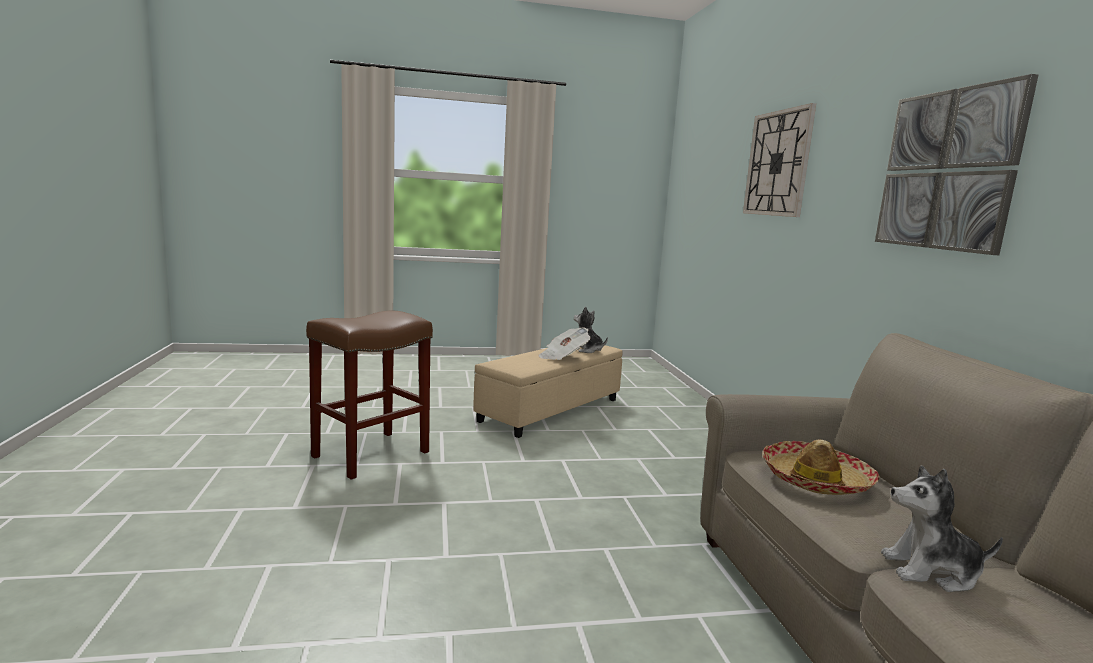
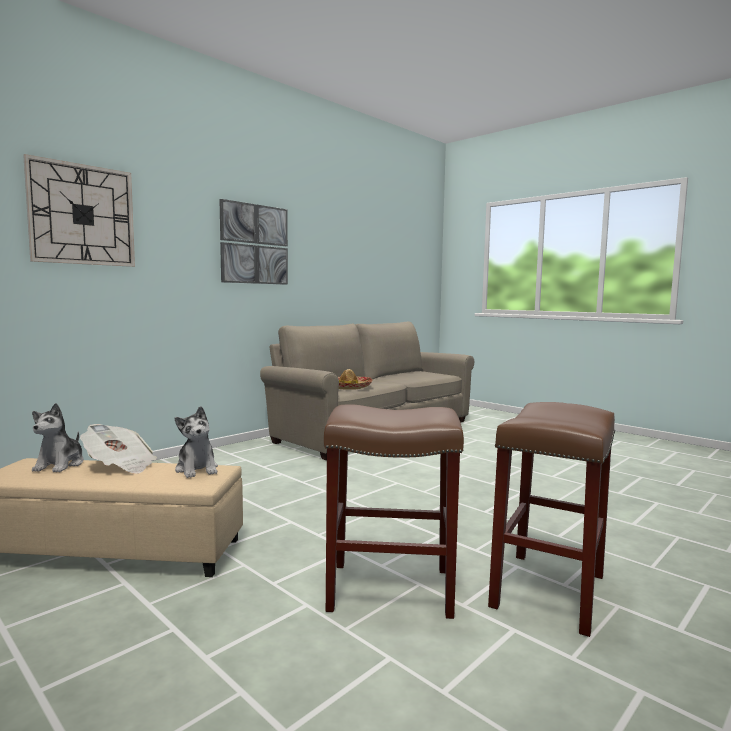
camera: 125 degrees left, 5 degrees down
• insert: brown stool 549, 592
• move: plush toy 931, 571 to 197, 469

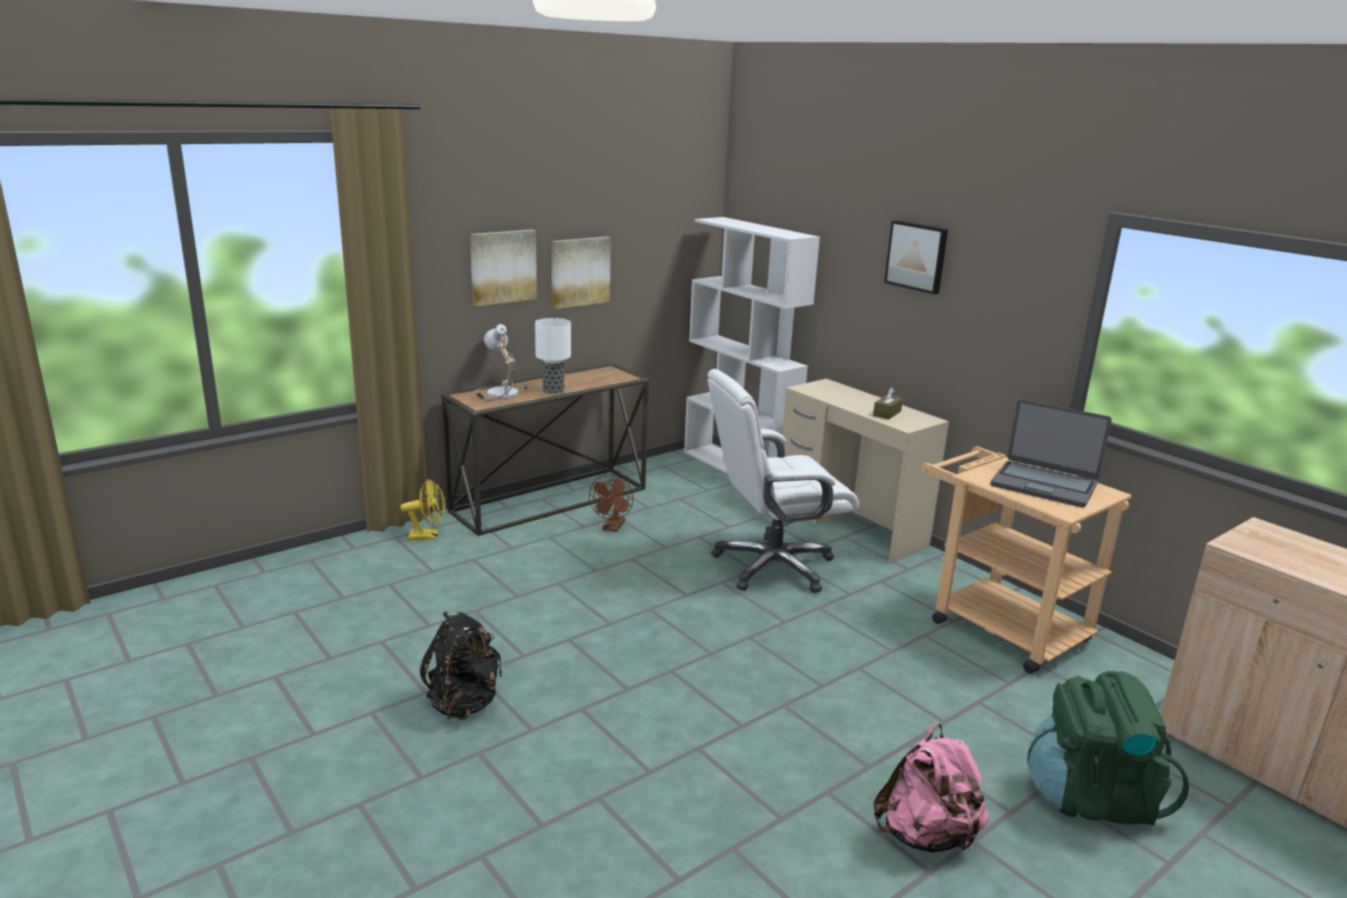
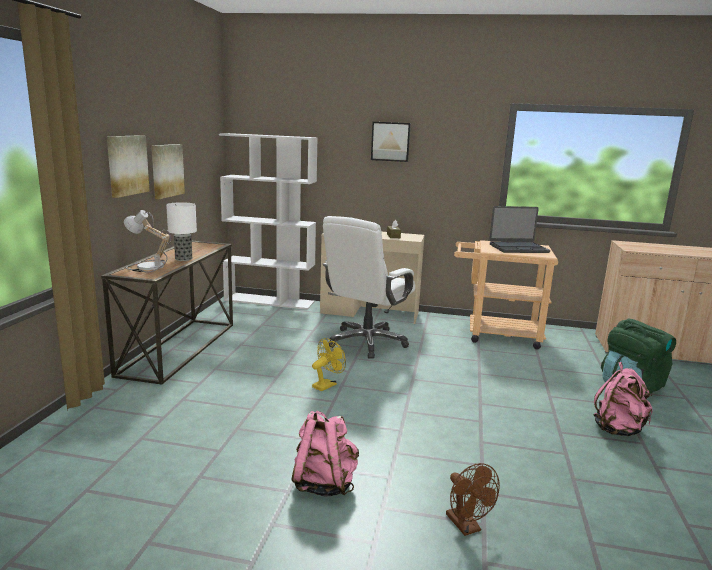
camera: 40 degrees left, 5 degrees down
• move: yellow fan 428, 536 to 327, 384
• move: brown fan 612, 528 to 467, 526
• recolor: black backpack 465, 702 to pink backpack 324, 484

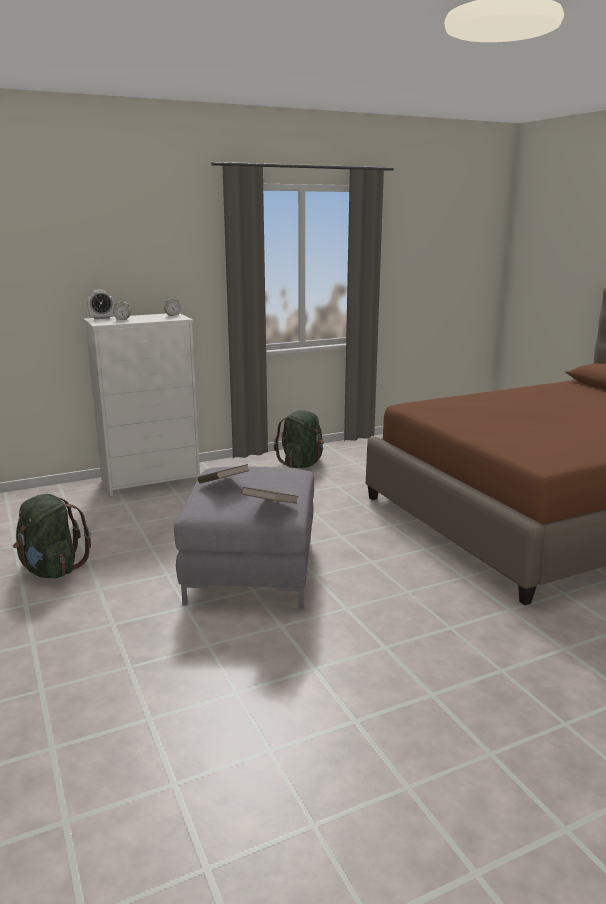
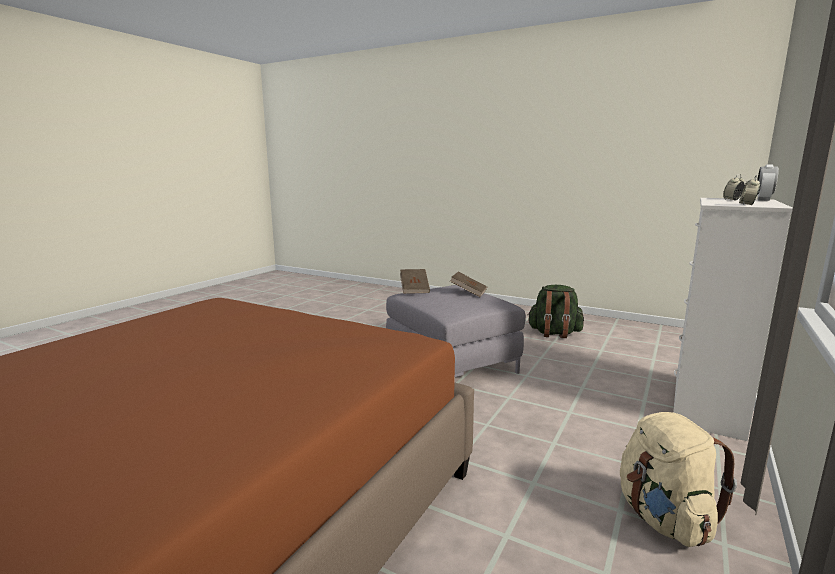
camera: 145 degrees right, 5 degrees down
• recolor: green backpack 302, 464 to beige backpack 664, 518

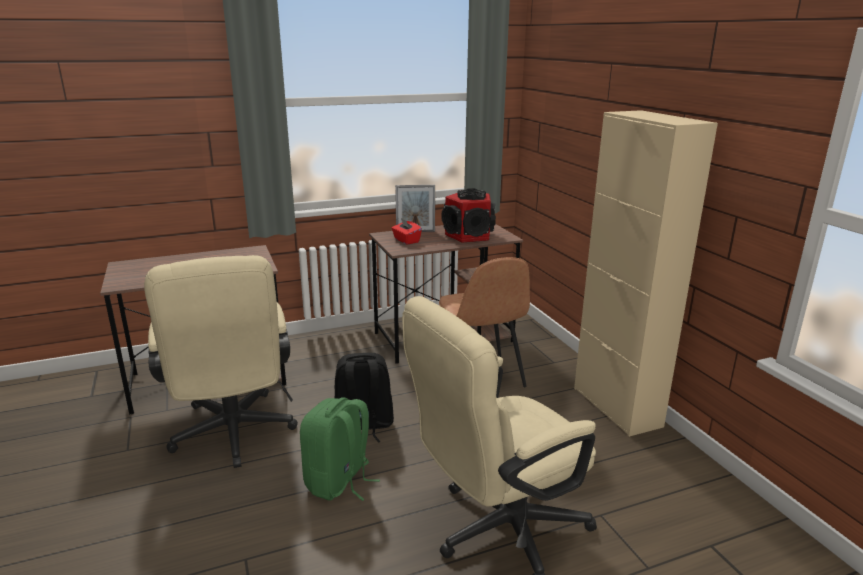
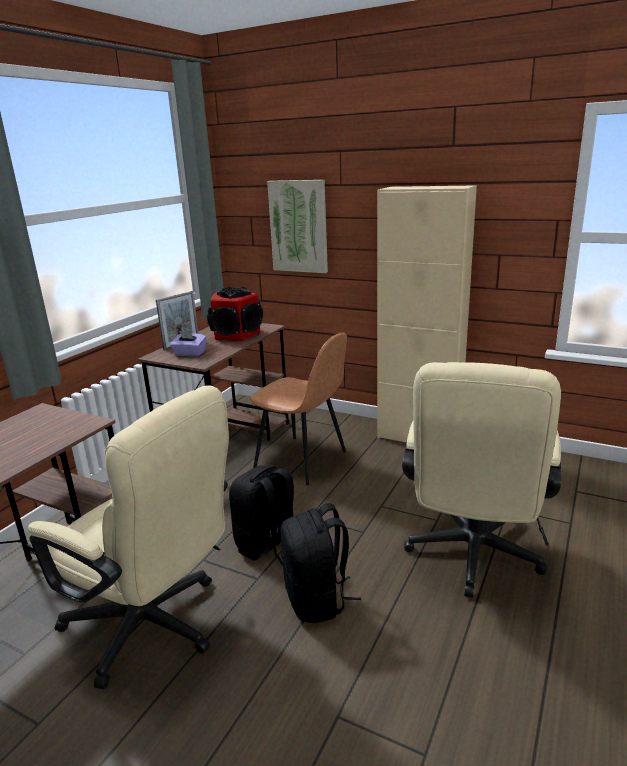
camera: 40 degrees left, 0 degrees up
• insert: picture 299, 226
• recolor: green backpack 339, 482 to black backpack 317, 600
• recolor: red tissue box 406, 240 to purple tissue box 189, 354

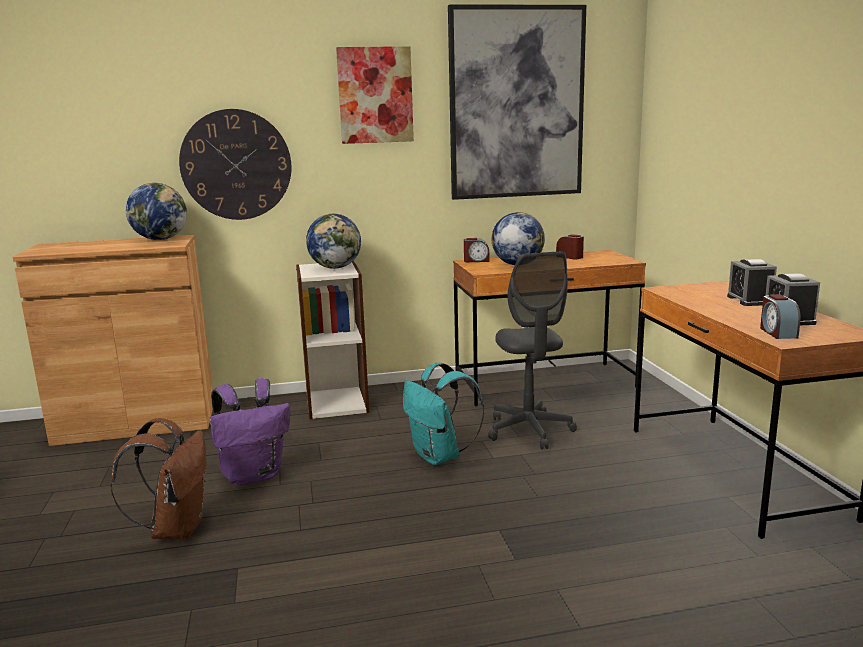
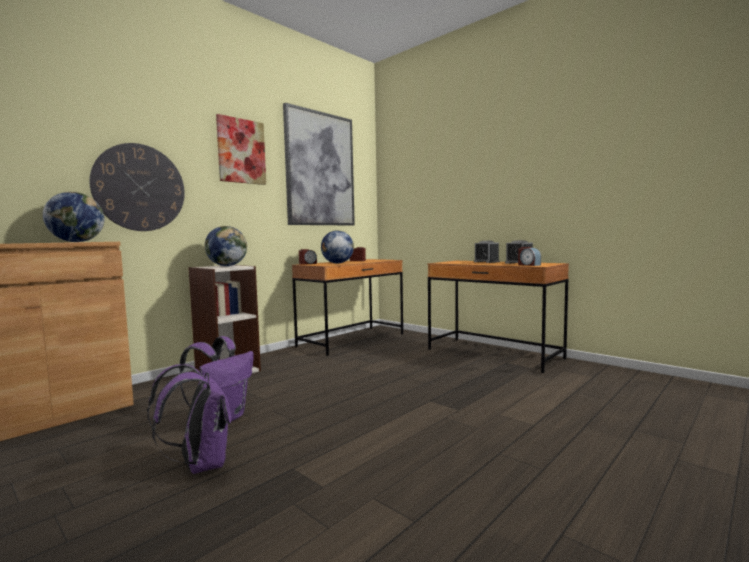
camera: 35 degrees left, 10 degrees down
• delete: turquoise backpack 440, 456
• delete: grey office chair 529, 430
• recolor: brown backpack 176, 528 to purple backpack 199, 465

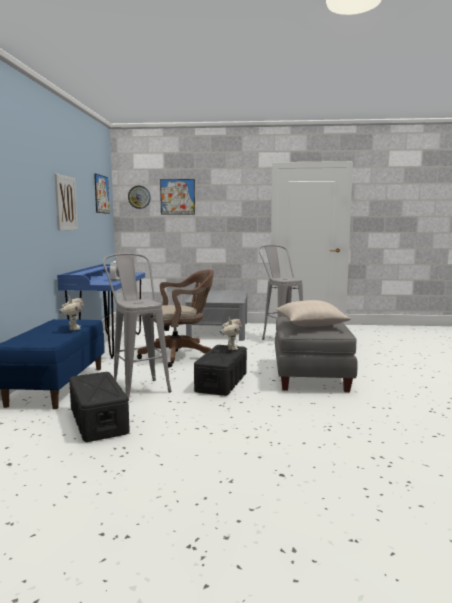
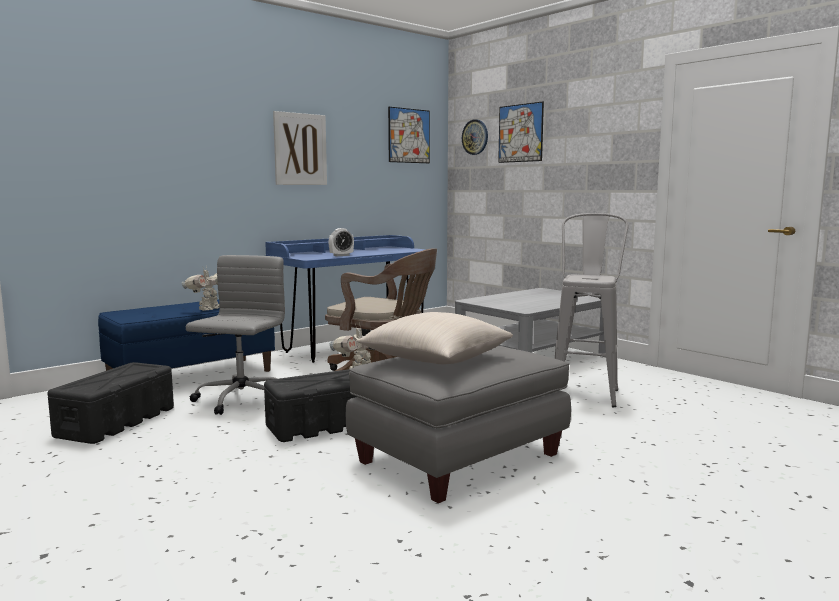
camera: 45 degrees right, 0 degrees up
• replace: grey stool 138, 387 to grey office chair 240, 400

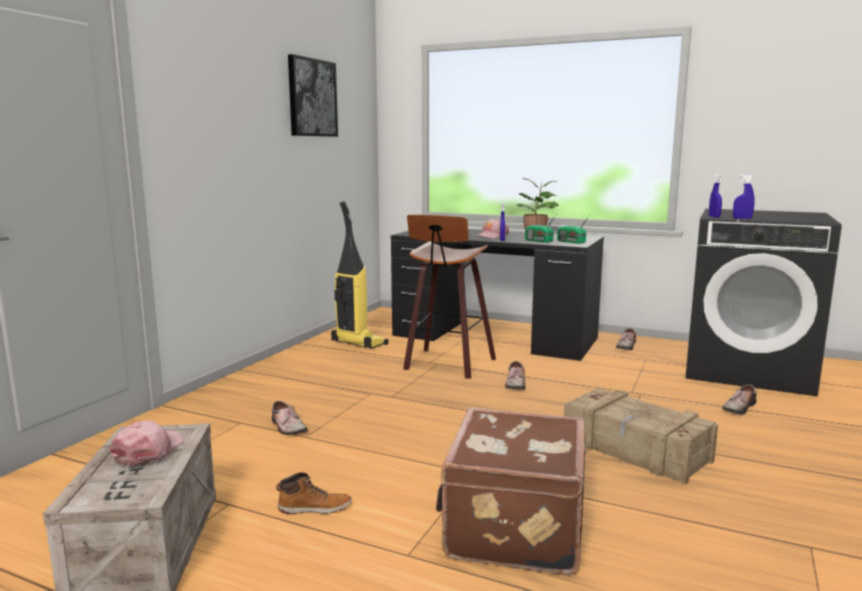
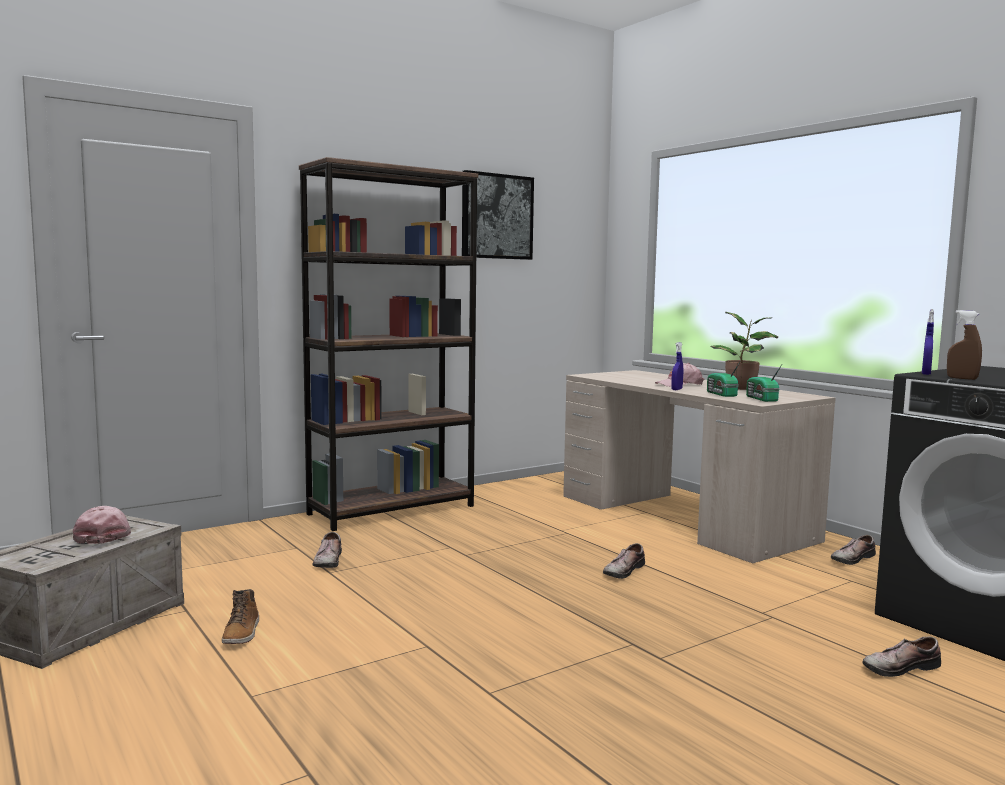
camera: 30 degrees right, 5 degrees down
• delete: vacuum cleaner 358, 343
• delete: stool 447, 364
• delete: brown suitcase 512, 528
• delete: crate 635, 450
• insert: brown bookcase 392, 510
• recolor: black desk 494, 337 to beige desk 682, 517
• recolor: blue spray bottle 742, 218 to brown spray bottle 962, 378
• rotate: pink cap 149, 451 = 103, 535 60 degrees counterclockwise
• rotate: boot 315, 508 = 242, 633 60 degrees clockwise

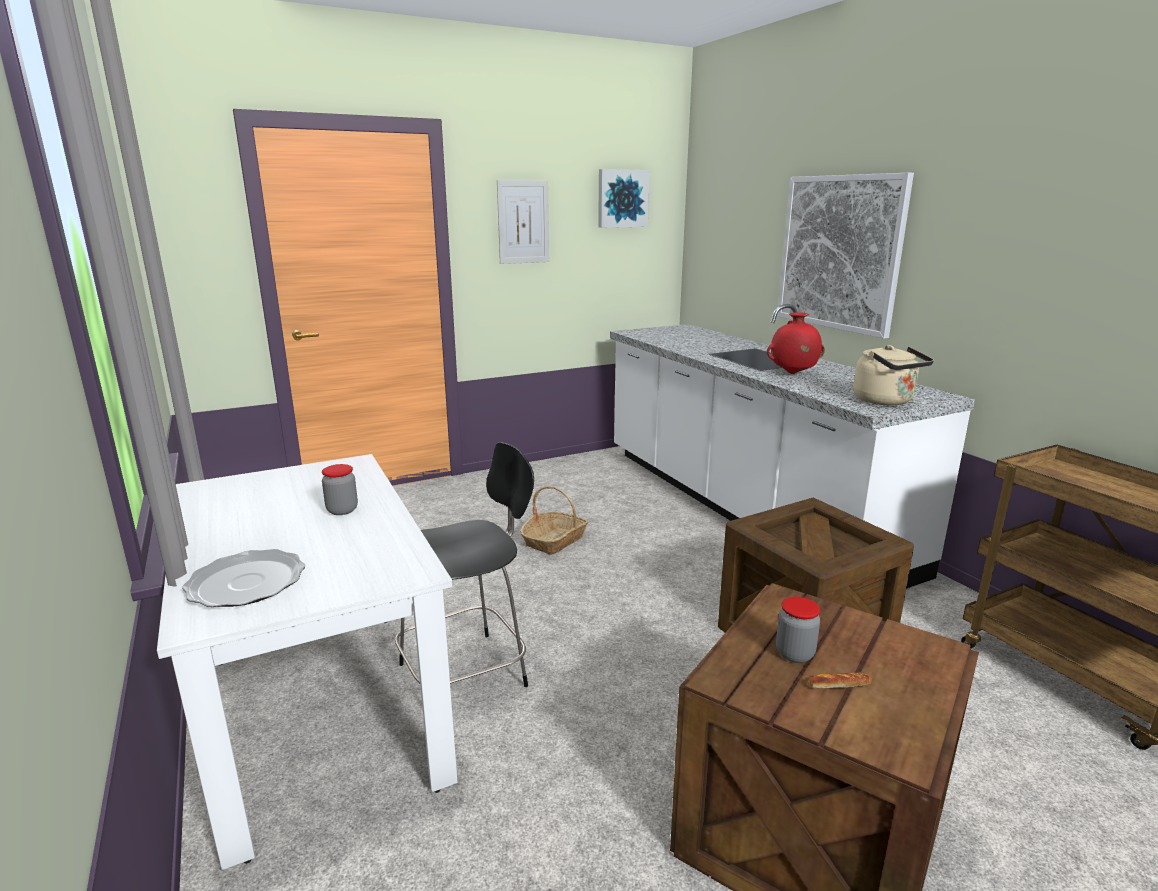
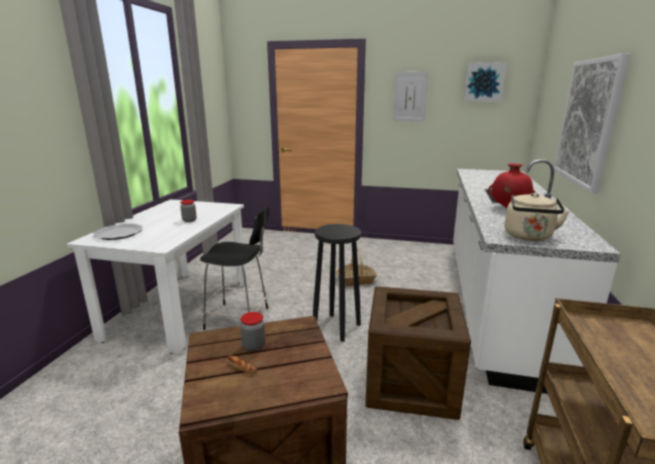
camera: 40 degrees right, 0 degrees up
• insert: black stool 337, 327

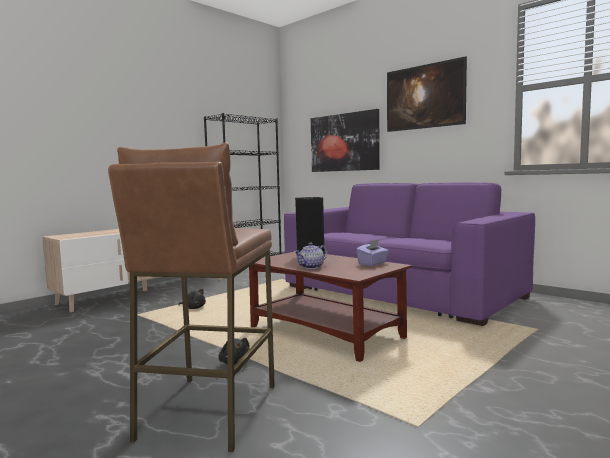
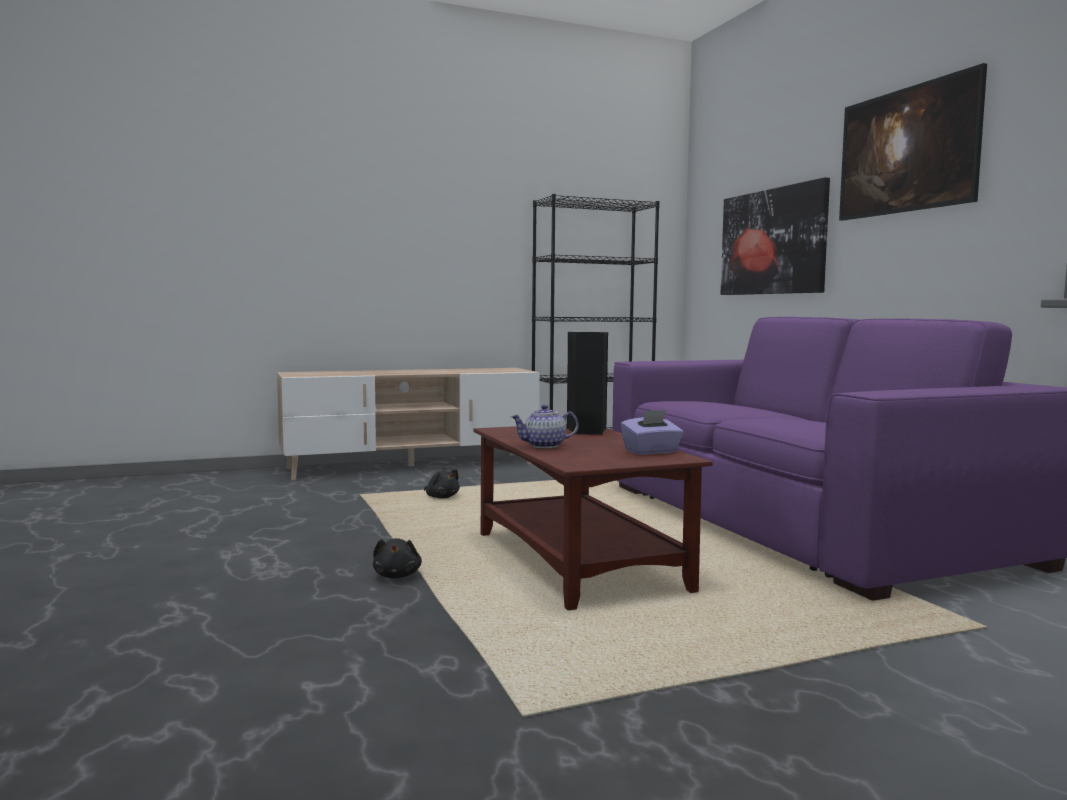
camera: 25 degrees right, 0 degrees up
• delete: brown stool 207, 411

